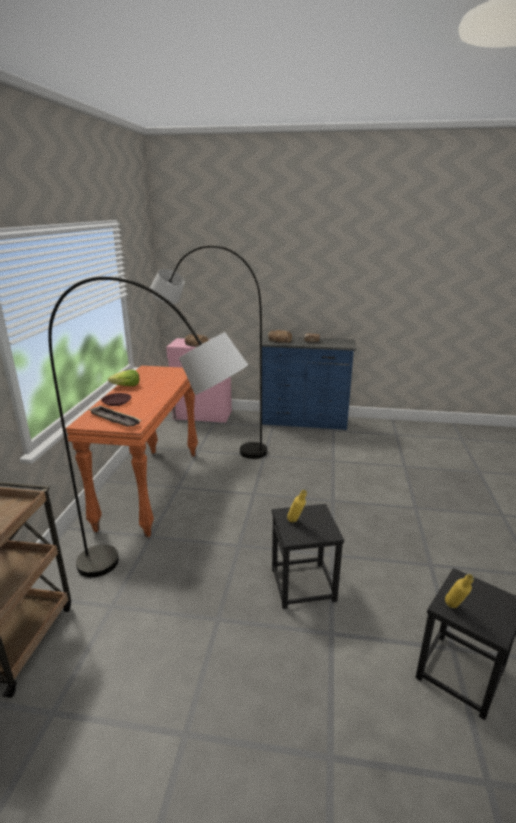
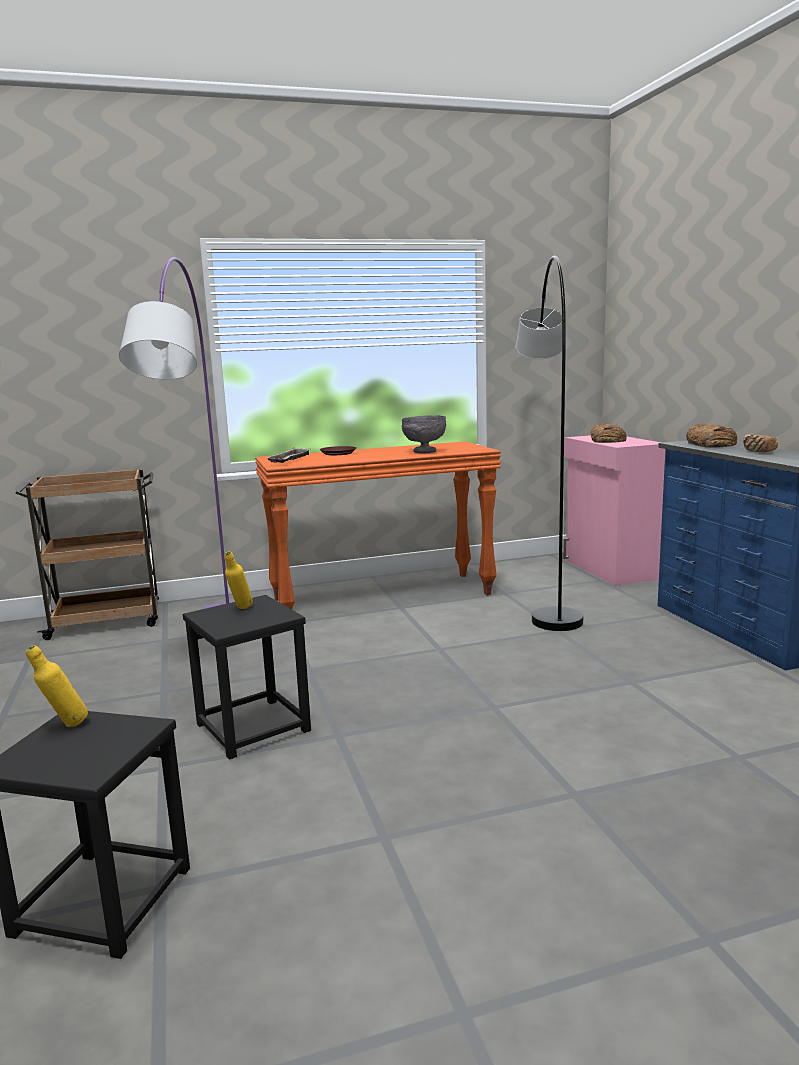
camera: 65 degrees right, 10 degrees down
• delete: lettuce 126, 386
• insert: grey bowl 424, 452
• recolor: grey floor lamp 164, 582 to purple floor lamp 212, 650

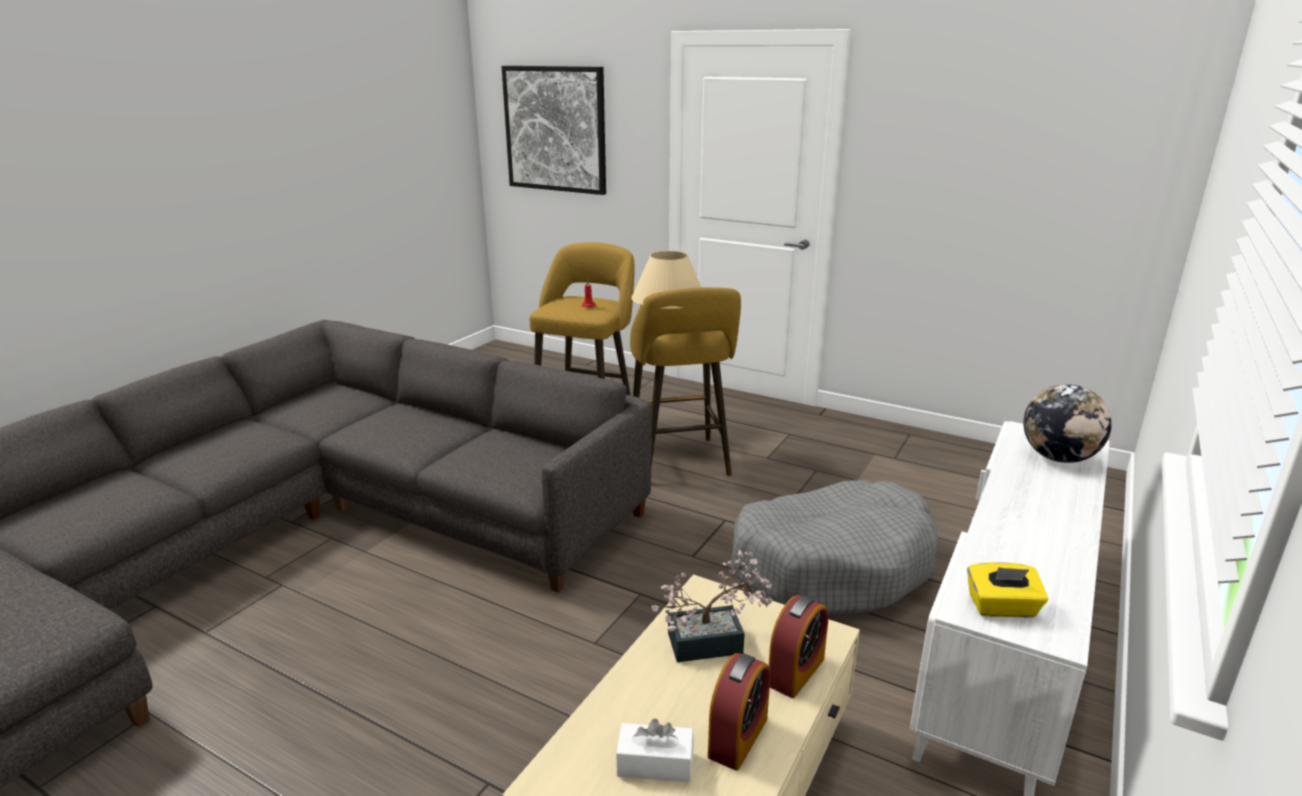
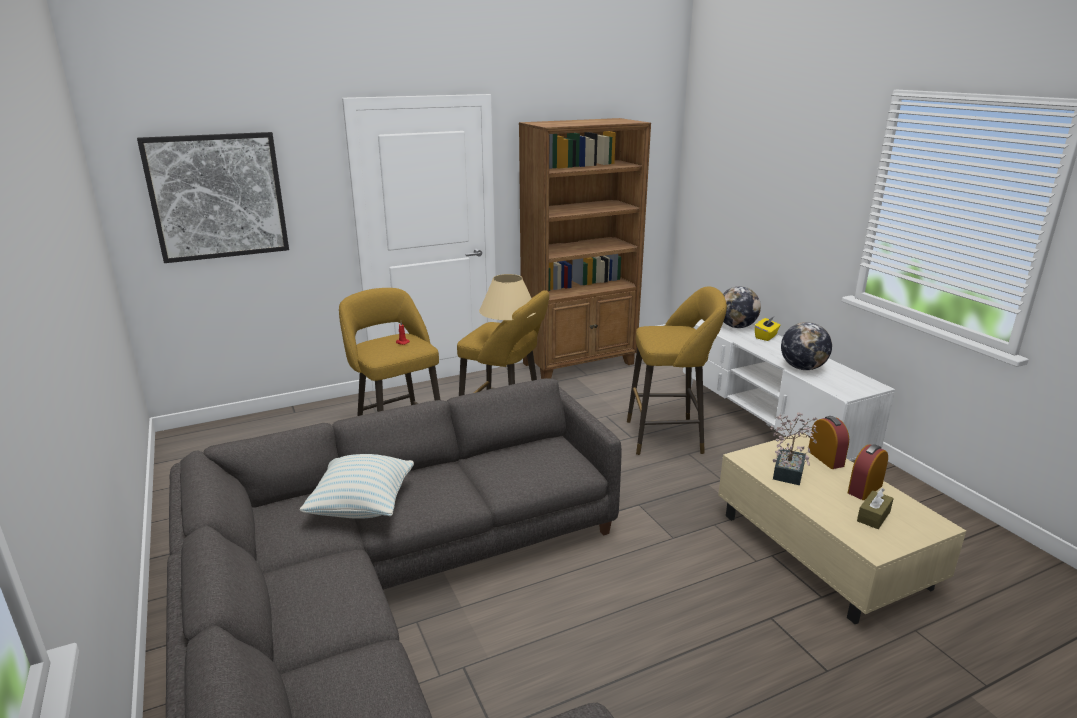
camera: 55 degrees left, 0 degrees up
• insert: pillow 362, 506
• insert: brown bookcase 579, 364
• insert: globe 802, 368
• move: yellow tissue box 1002, 608 to 766, 337
• replace: grey dog bed 832, 565 to yellow stool 669, 437
• recolor: white tissue box 655, 764 to brown tissue box 873, 516
• rotate: alarm clock 738, 737 = 865, 489 105 degrees counterclockwise

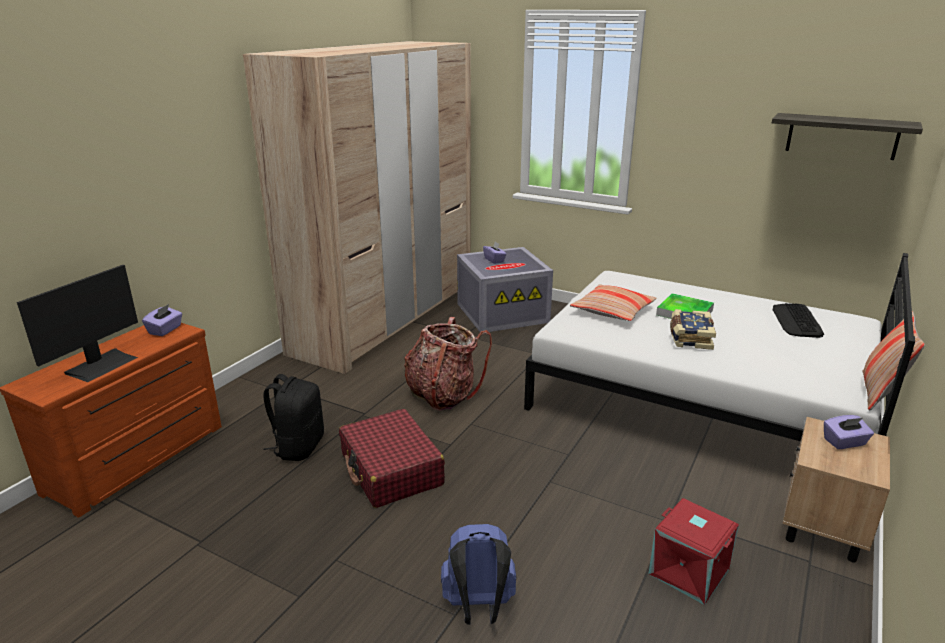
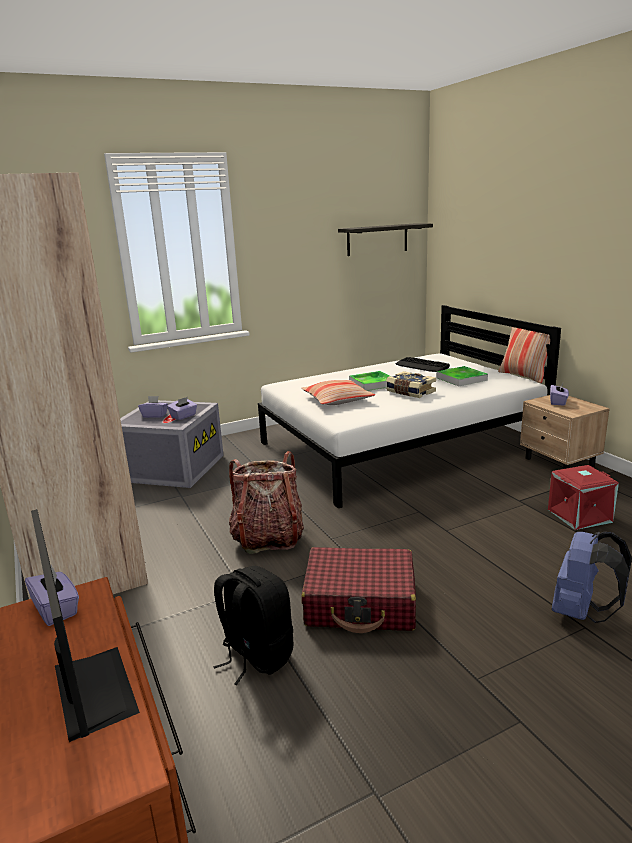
camera: 55 degrees left, 5 degrees down
• insert: purple tissue box 184, 416
• insert: tray 461, 379

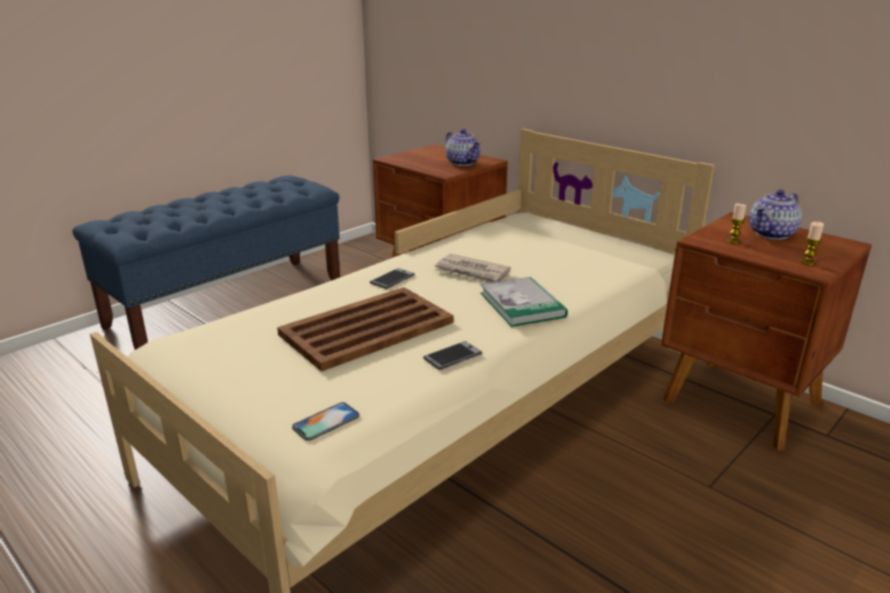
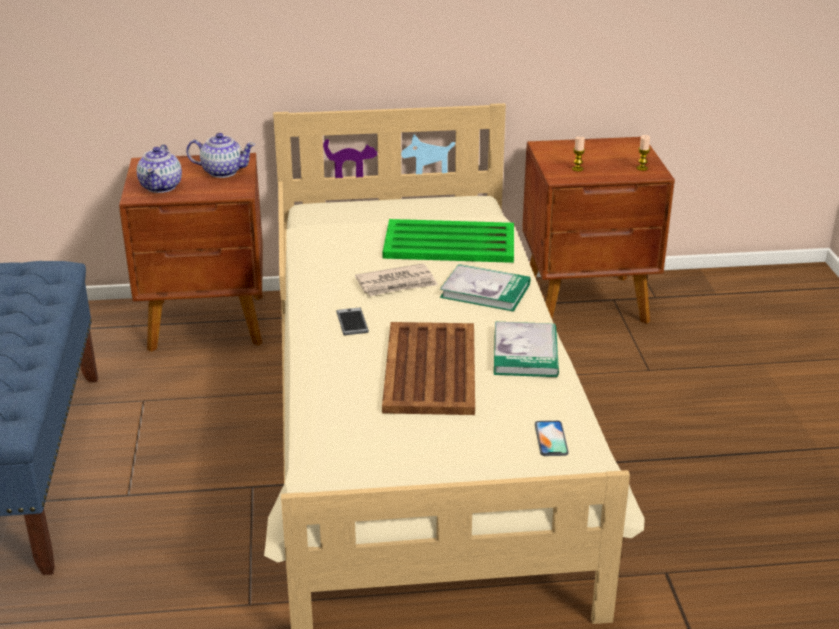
camera: 50 degrees left, 5 degrees up
• insert: green tray 451, 243
• move: teapot 772, 234 to 161, 186
• replace: phone 452, 356 to book 525, 353

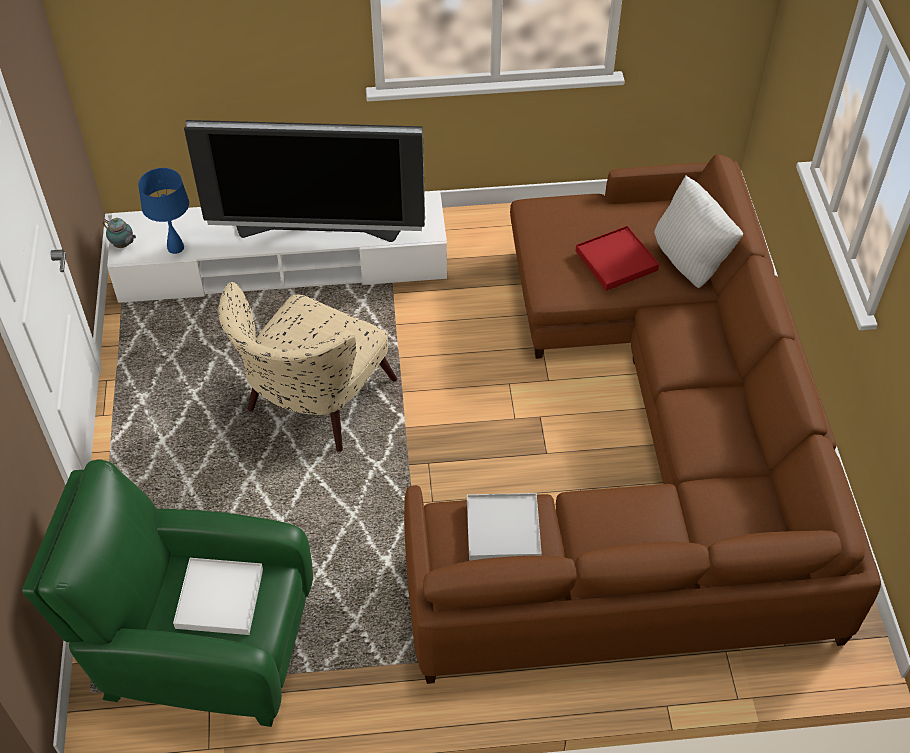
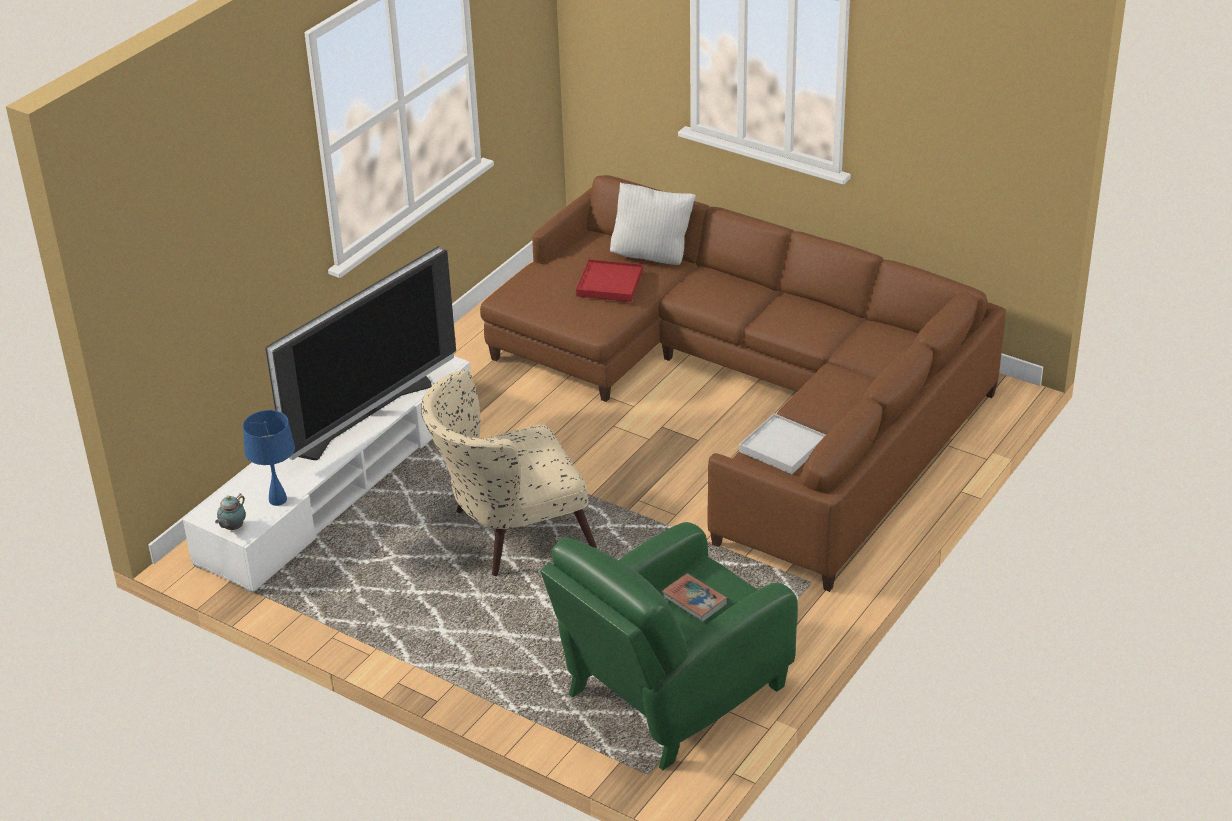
camera: 50 degrees left, 15 degrees down
• replace: white tray 219, 598 to book 695, 601
• rotate: teapot 123, 245 = 232, 528 135 degrees clockwise
• rotate: beige armchair 312, 405 = 508, 533 90 degrees clockwise

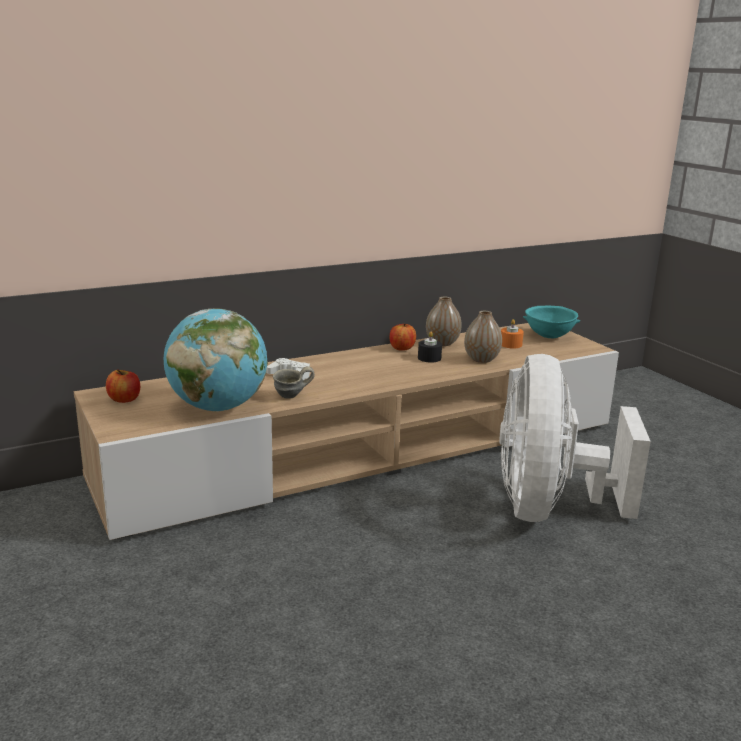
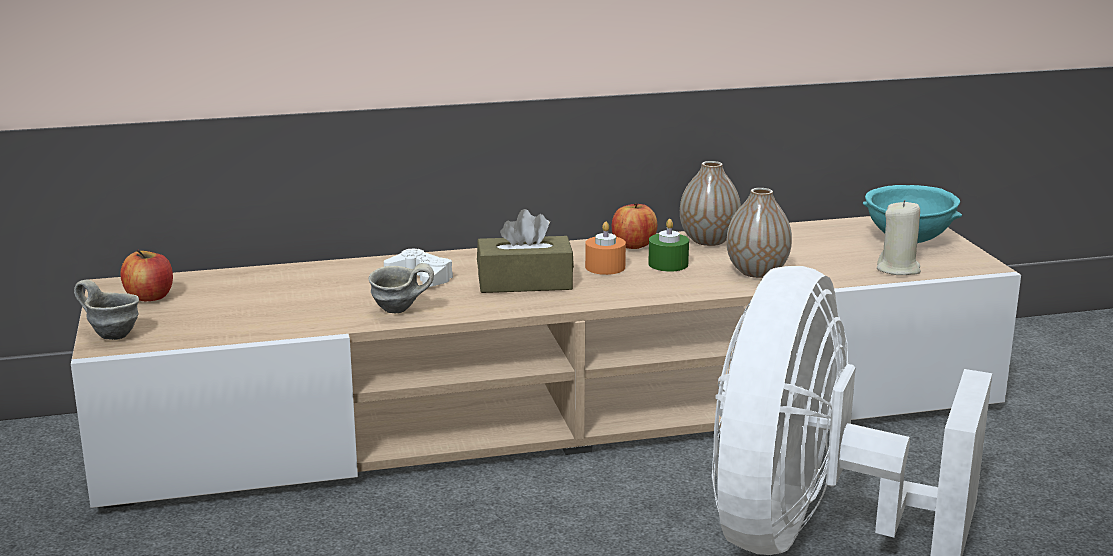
camera: 15 degrees right, 0 degrees up
• delete: globe 218, 407
• insert: grey mug 113, 334
• insert: brown tissue box 525, 282
• insert: beige candle 898, 269
• move: orange candle 511, 344 to 605, 267
• recolor: black candle 429, 358 to green candle 668, 264

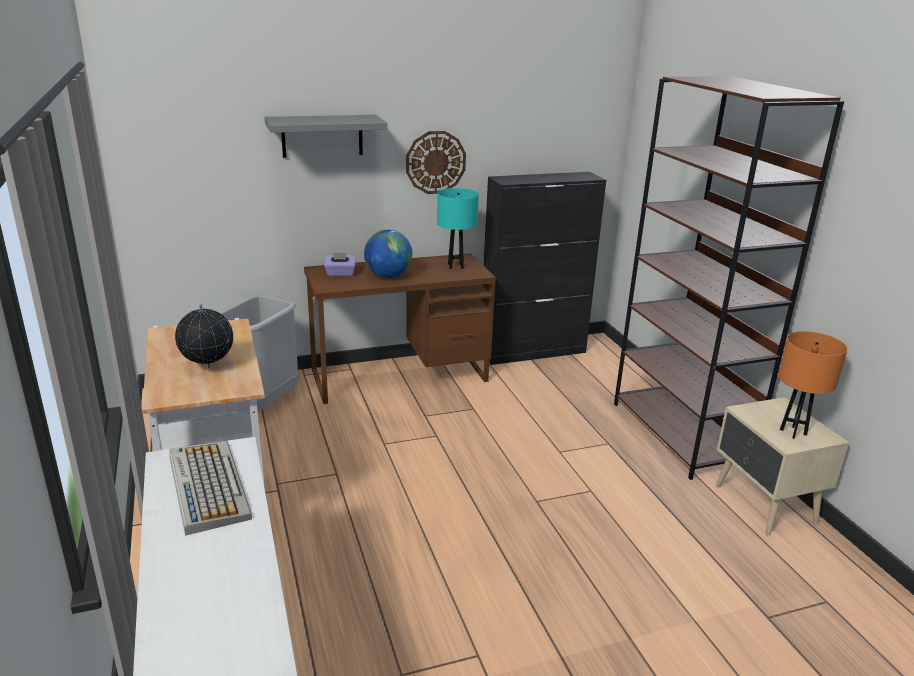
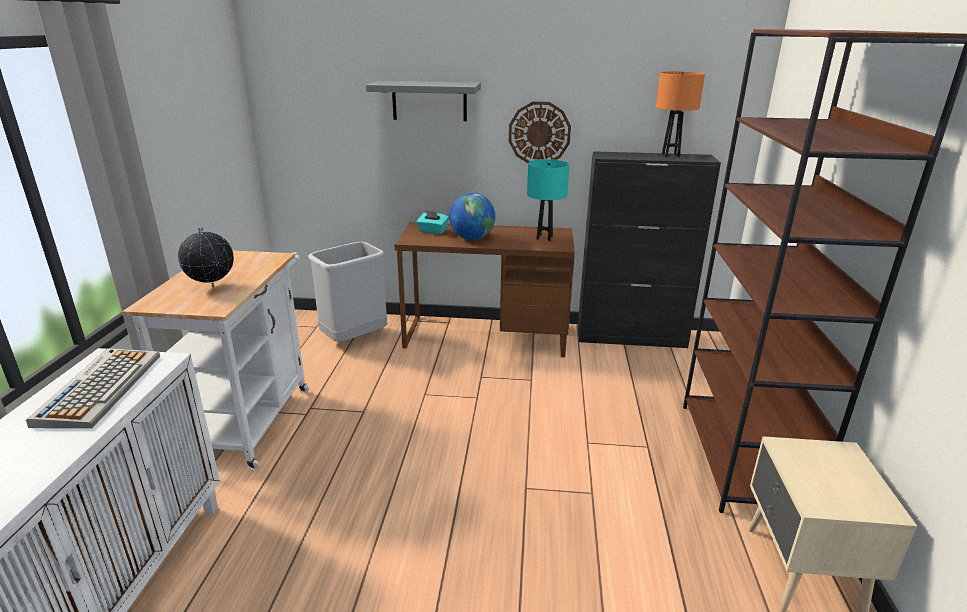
camera: 25 degrees right, 0 degrees up
• move: orange table lamp 793, 432 to 670, 155
• recolor: purple tissue box 340, 274 to turquoise tissue box 432, 231

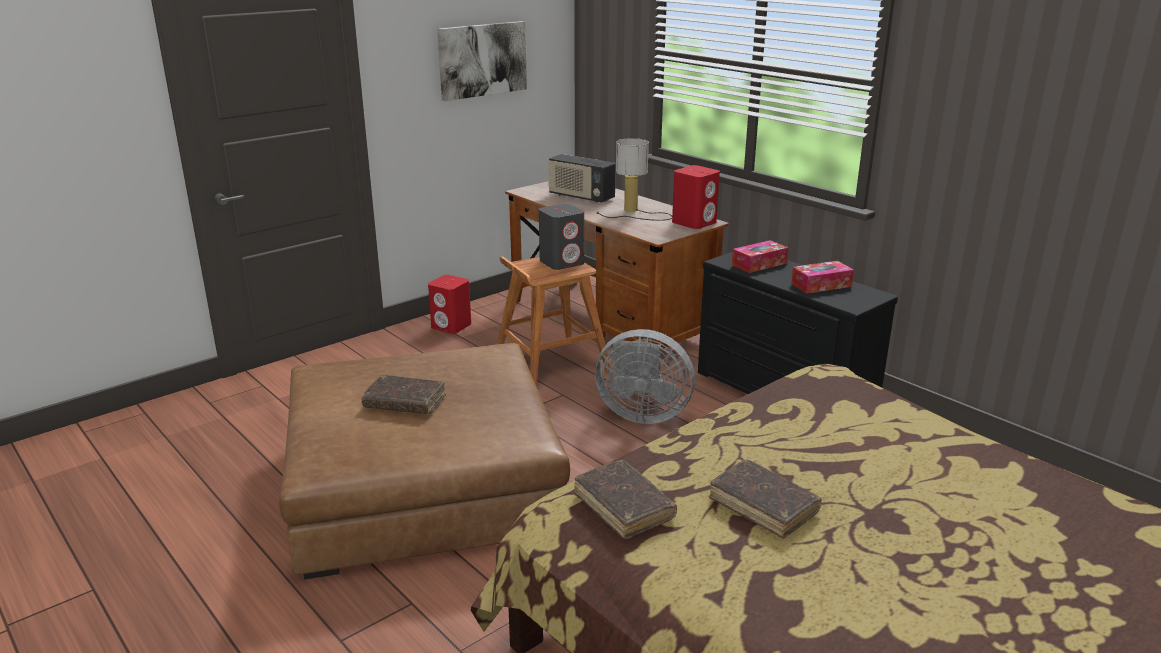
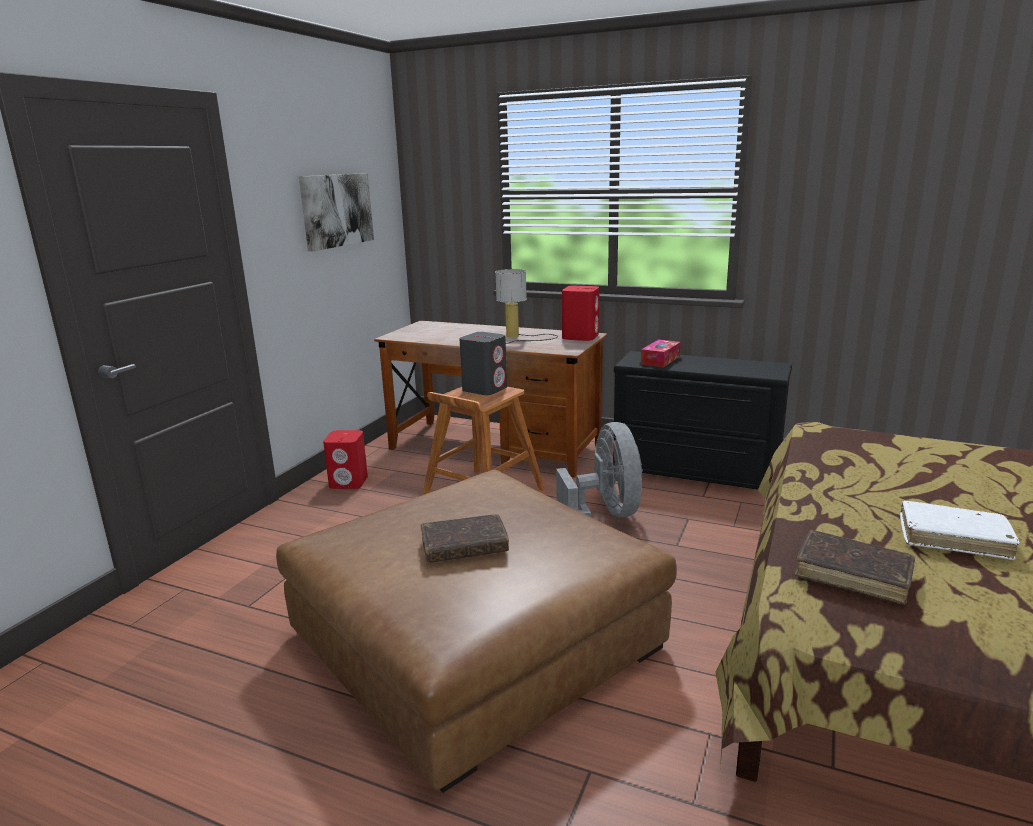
camera: 25 degrees left, 5 degrees down
• delete: radio 580, 197
• delete: tissue box 821, 285
• recolor: brown book 763, 506 to white book 953, 539
• rotate: grey fan 641, 413 = 605, 515 90 degrees counterclockwise

